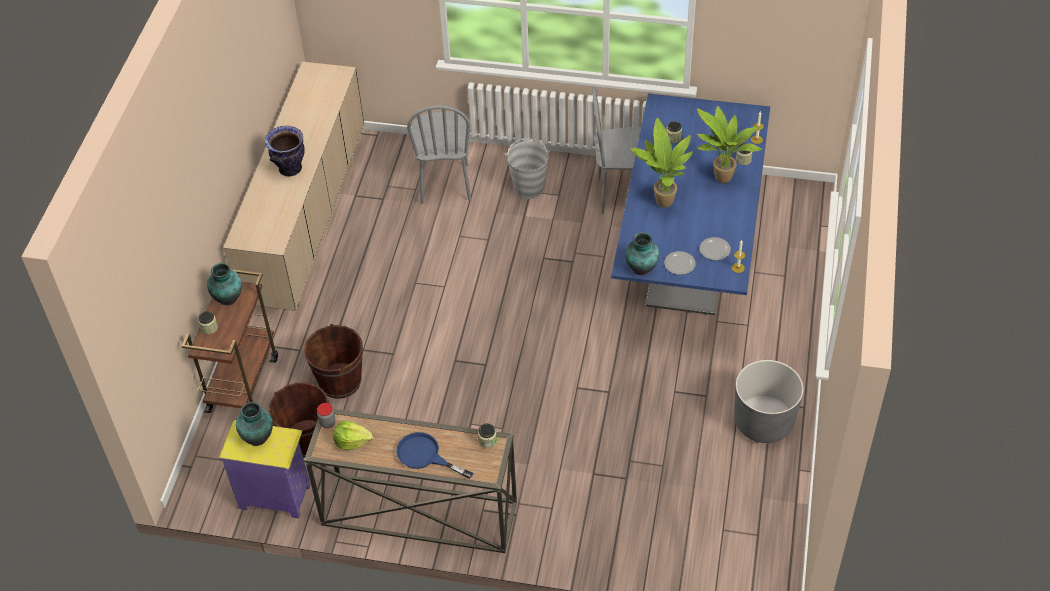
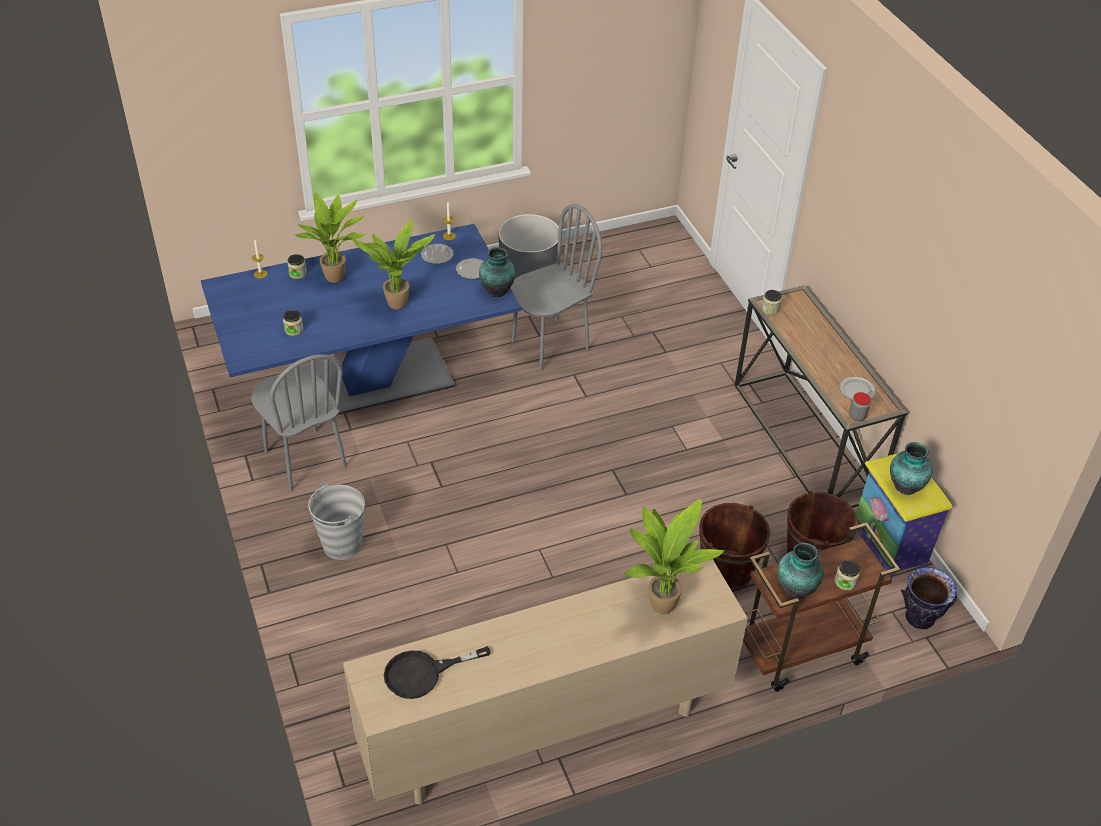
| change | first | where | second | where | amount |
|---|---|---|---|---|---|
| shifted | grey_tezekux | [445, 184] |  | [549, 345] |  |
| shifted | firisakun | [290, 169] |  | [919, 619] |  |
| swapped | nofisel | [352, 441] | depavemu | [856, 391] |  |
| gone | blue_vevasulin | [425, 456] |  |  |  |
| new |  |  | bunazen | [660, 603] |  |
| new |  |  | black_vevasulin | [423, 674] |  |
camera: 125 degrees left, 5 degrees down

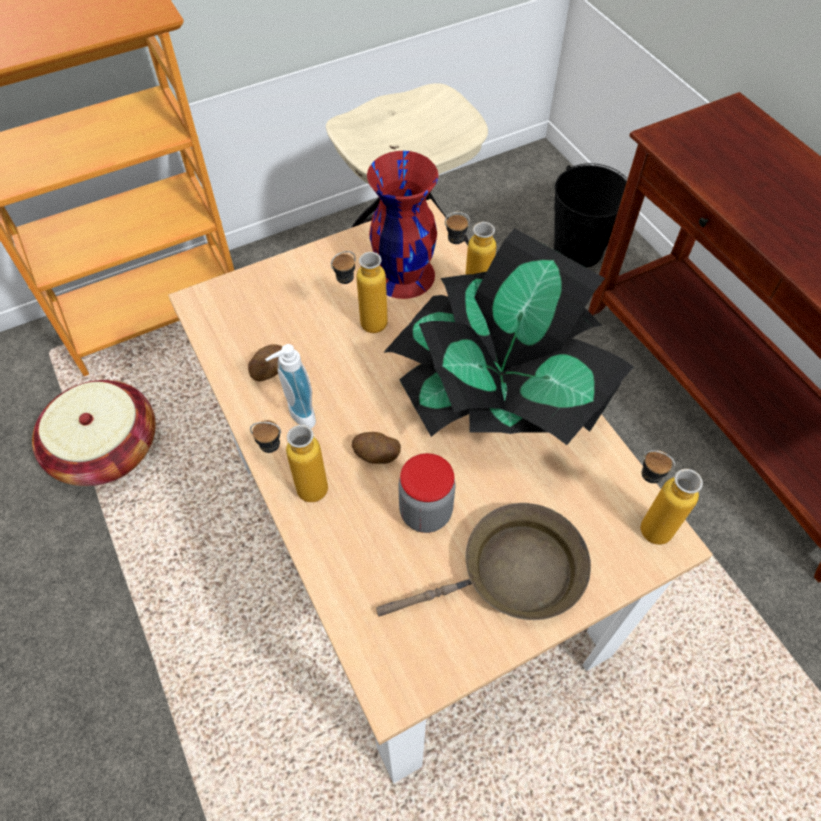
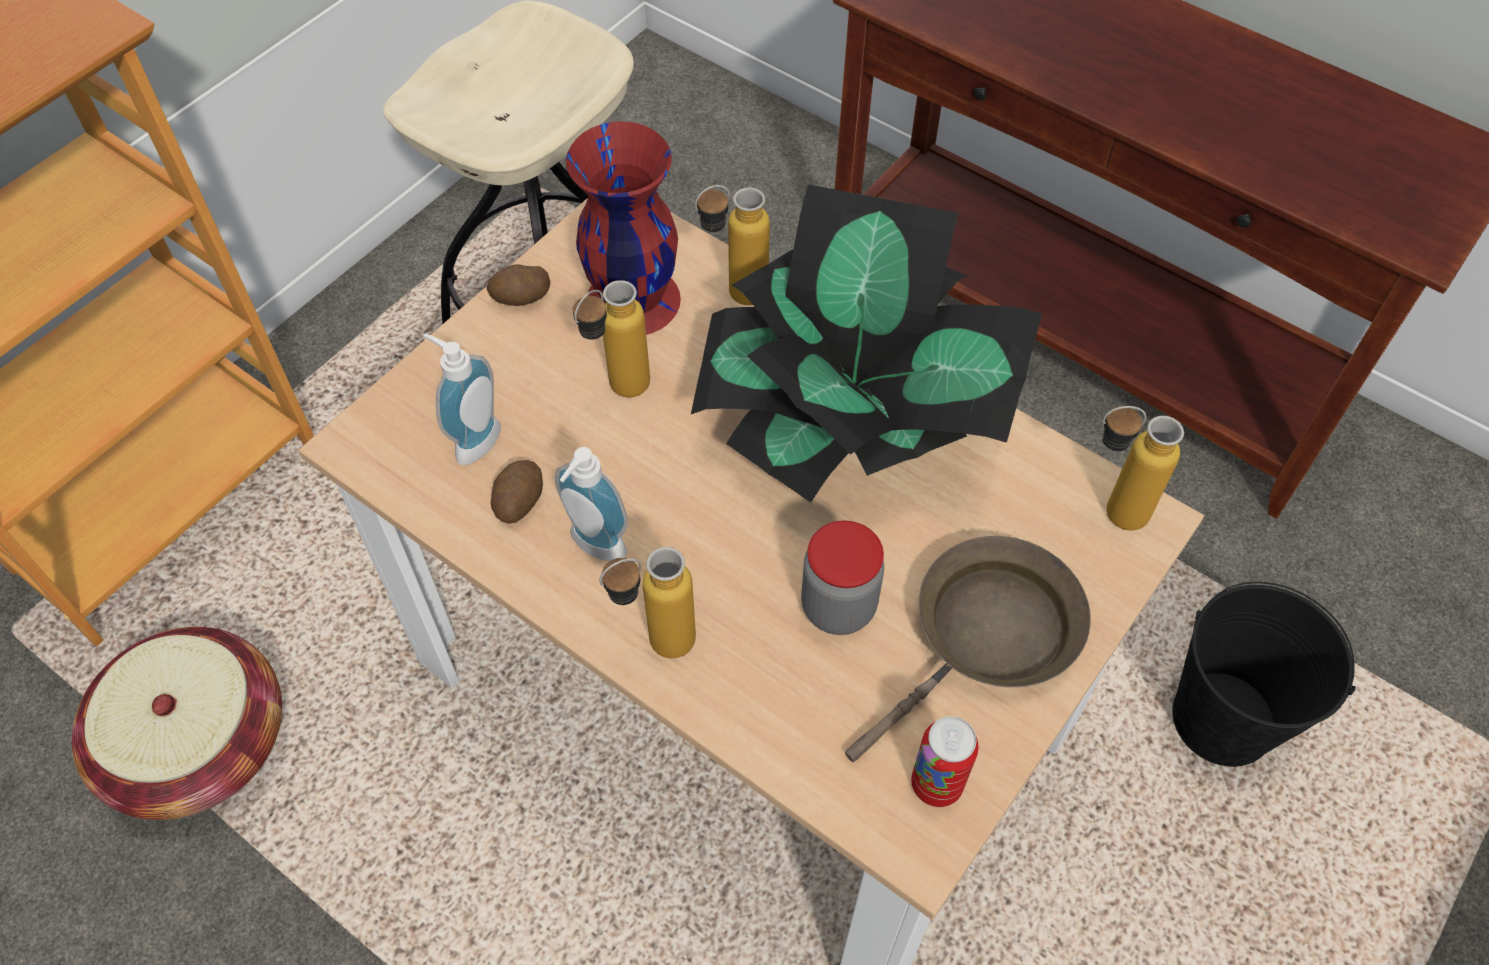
| change | first | where | second | where | amount |
|---|---|---|---|---|---|
| shifted | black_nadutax | [577, 250] |  | [1221, 721] |  |
| shifted | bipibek | [376, 455] |  | [521, 298] |  |
| new |  |  | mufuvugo | [472, 439] |  |
| new |  |  | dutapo | [936, 784] |  |
camera: 25 degrees left, 0 degrees up

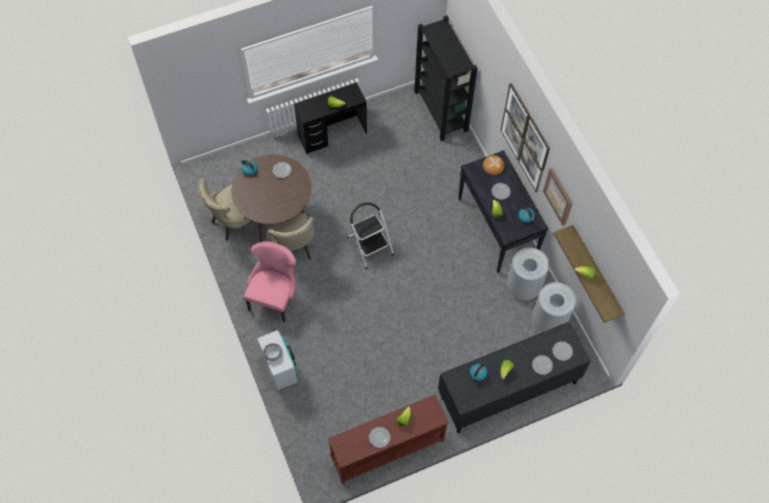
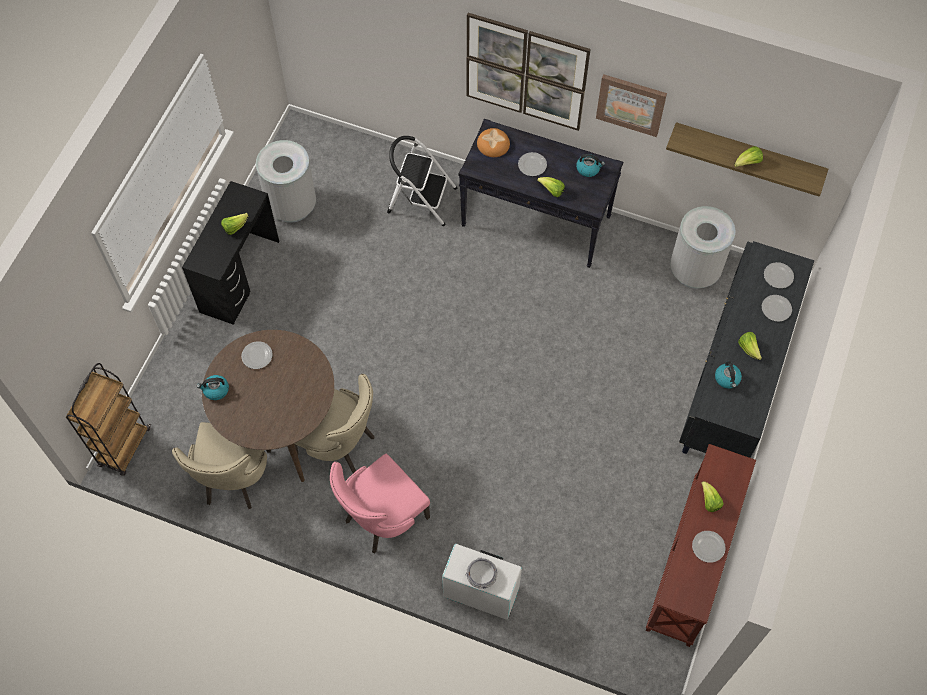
| change | first | where | second | where | amount |
|---|---|---|---|---|---|
| gone | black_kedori | [441, 111] |  |  |  |
| shifted | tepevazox | [369, 244] |  | [420, 199] |  |
| rotated | pink_tezekux | [274, 297] |  | [382, 518] | 105 degrees counterclockwise |
| shifted | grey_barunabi | [523, 286] |  | [291, 205] |  |
| new |  |  | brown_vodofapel | [124, 448] |  |
camera: 45 degrees left, 0 degrees up

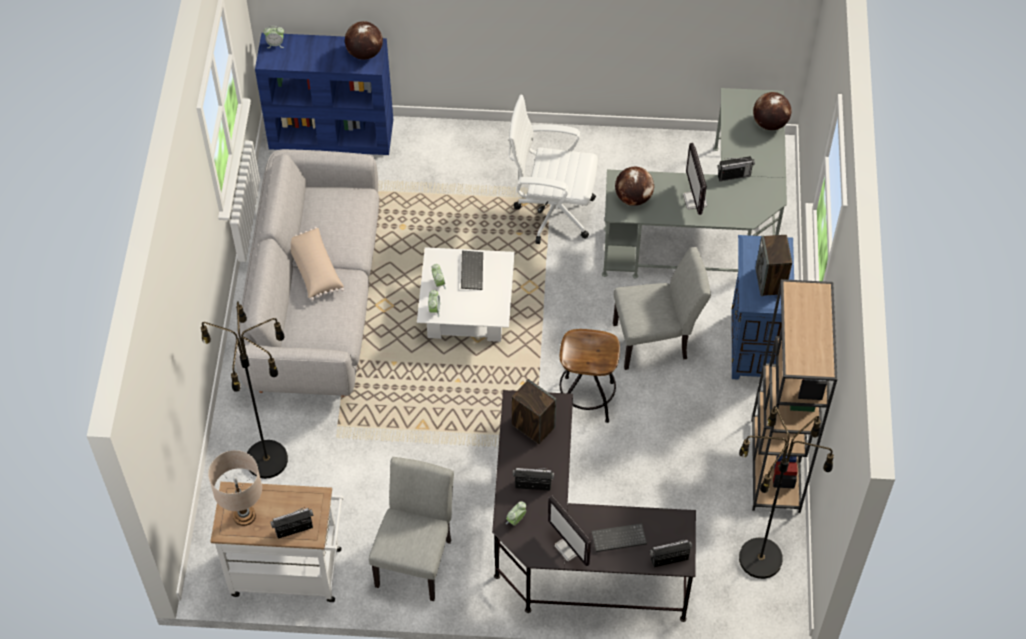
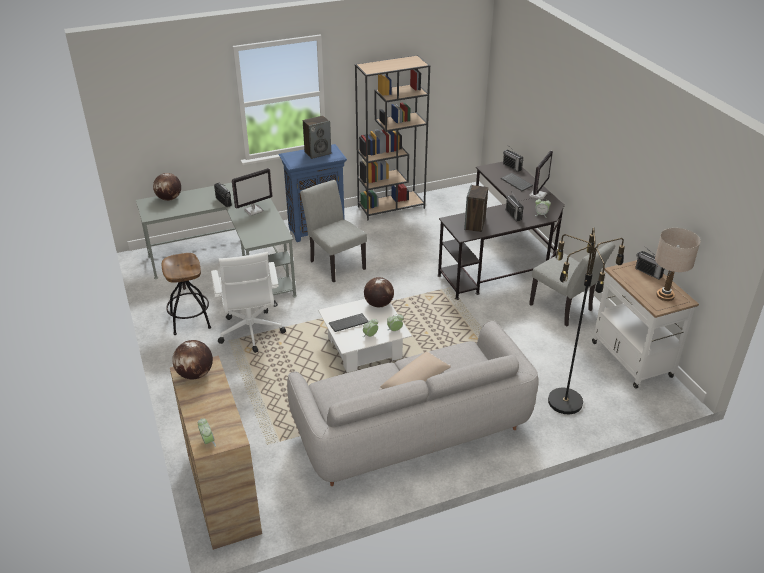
| change | first | where | second | where | amount |
|---|---|---|---|---|---|
| repainted | blue_kedori | [331, 133] | brown_kedori | [222, 493] |  |
| shifted | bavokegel | [633, 198] |  | [378, 304] |  |
| shifted | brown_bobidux | [587, 399] |  | [190, 320] |  |
| gone | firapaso | [760, 558] |  |  |  |
| rotated | grey_tezekux | [416, 557] |  | [564, 309] | 120 degrees counterclockwise |
camera: 115 degrees left, 20 degrees down

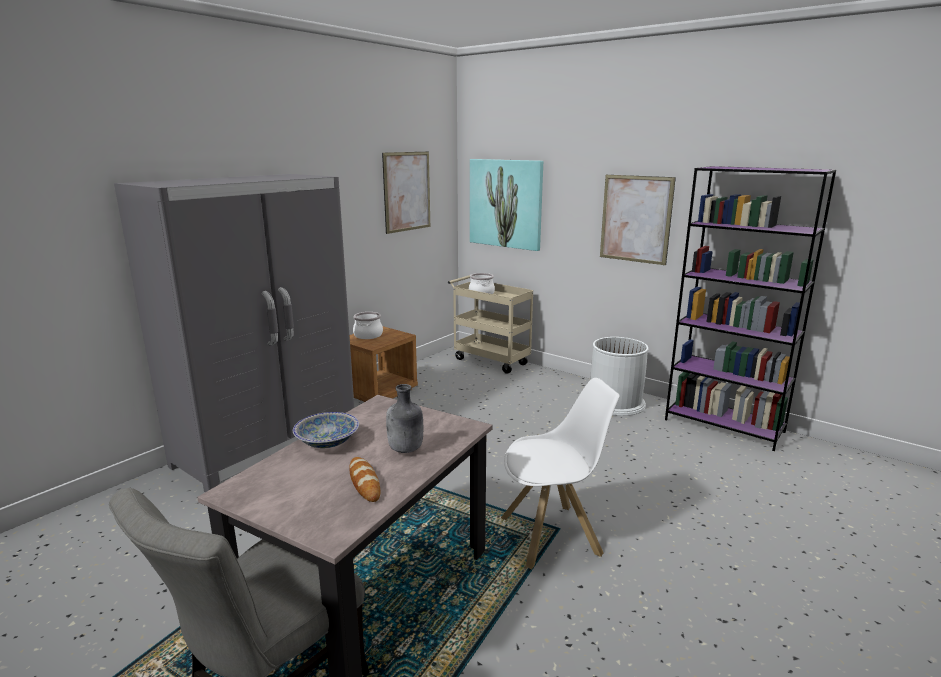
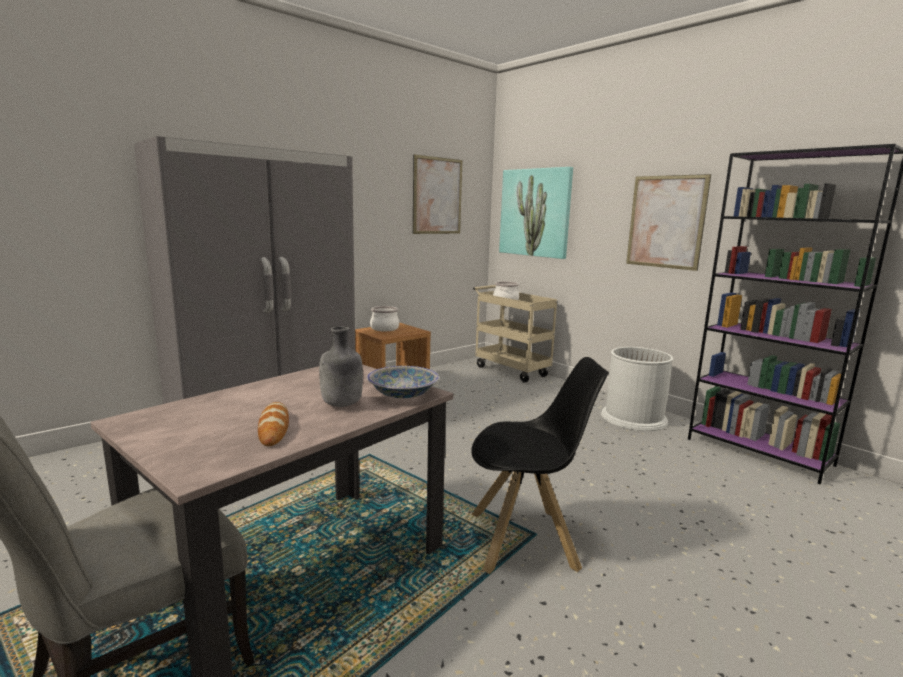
| change | first | where | second | where | amount |
|---|---|---|---|---|---|
| repainted | white_tezekux | [553, 535] | black_tezekux | [526, 540] |  |
| shifted | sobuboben | [327, 442] |  | [403, 394] |  |
camera: 10 degrees right, 5 degrees down

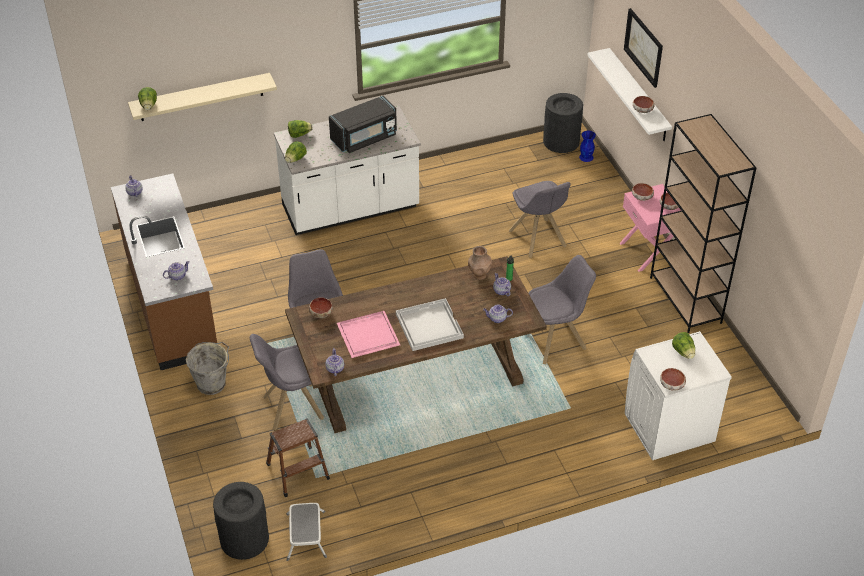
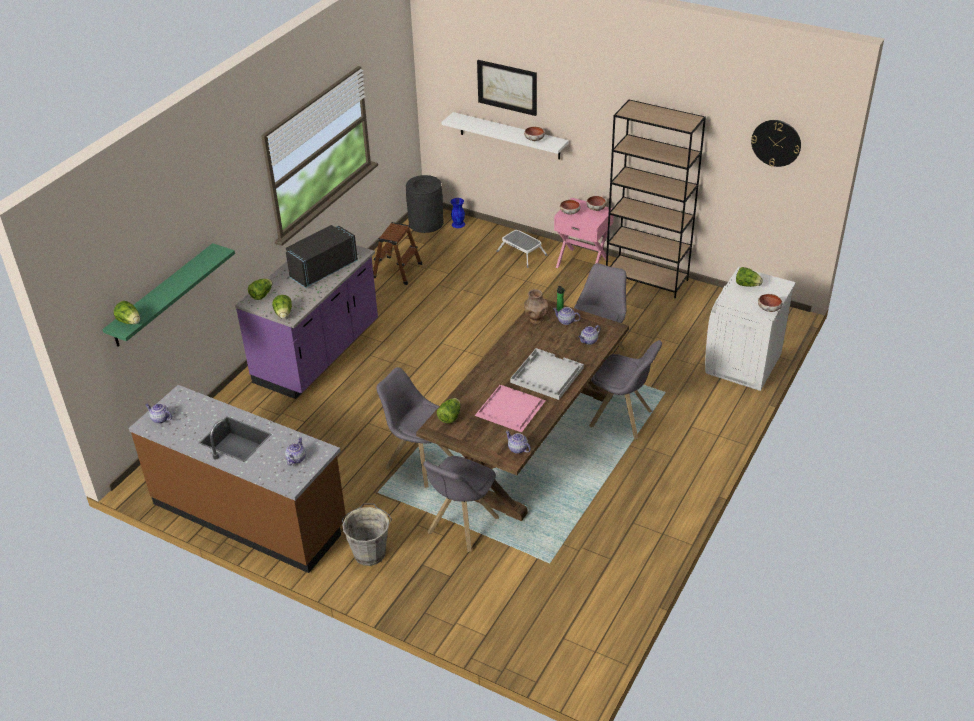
| change | first | where | second | where | amount |
|---|---|---|---|---|---|
| repainted | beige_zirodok | [201, 97] | green_zirodok | [162, 295] |  |
| rotated | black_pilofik | [364, 138] |  | [323, 270] | 150 degrees counterclockwise |
| repainted | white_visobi | [350, 208] | purple_visobi | [318, 354] |  |
| shifted | grey_tezekux | [538, 238] |  | [621, 418] |  |
| swapped | sobuboben | [320, 313] | nofisel | [450, 417] |  |
| shifted | brown_tepevazox | [298, 470] |  | [397, 270] |  |
| gone | black_barunabi | [244, 539] |  |  |  |
| shifted | grey_tepevazox | [305, 535] |  | [521, 253] |  |
| new |  |  | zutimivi | [776, 143] |  |
camera: 40 degrees left, 5 degrees down

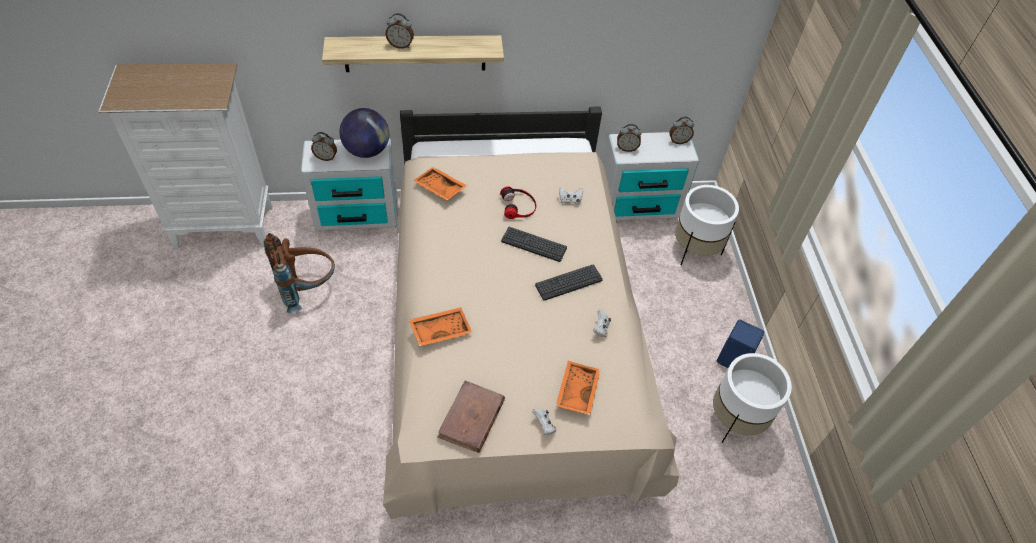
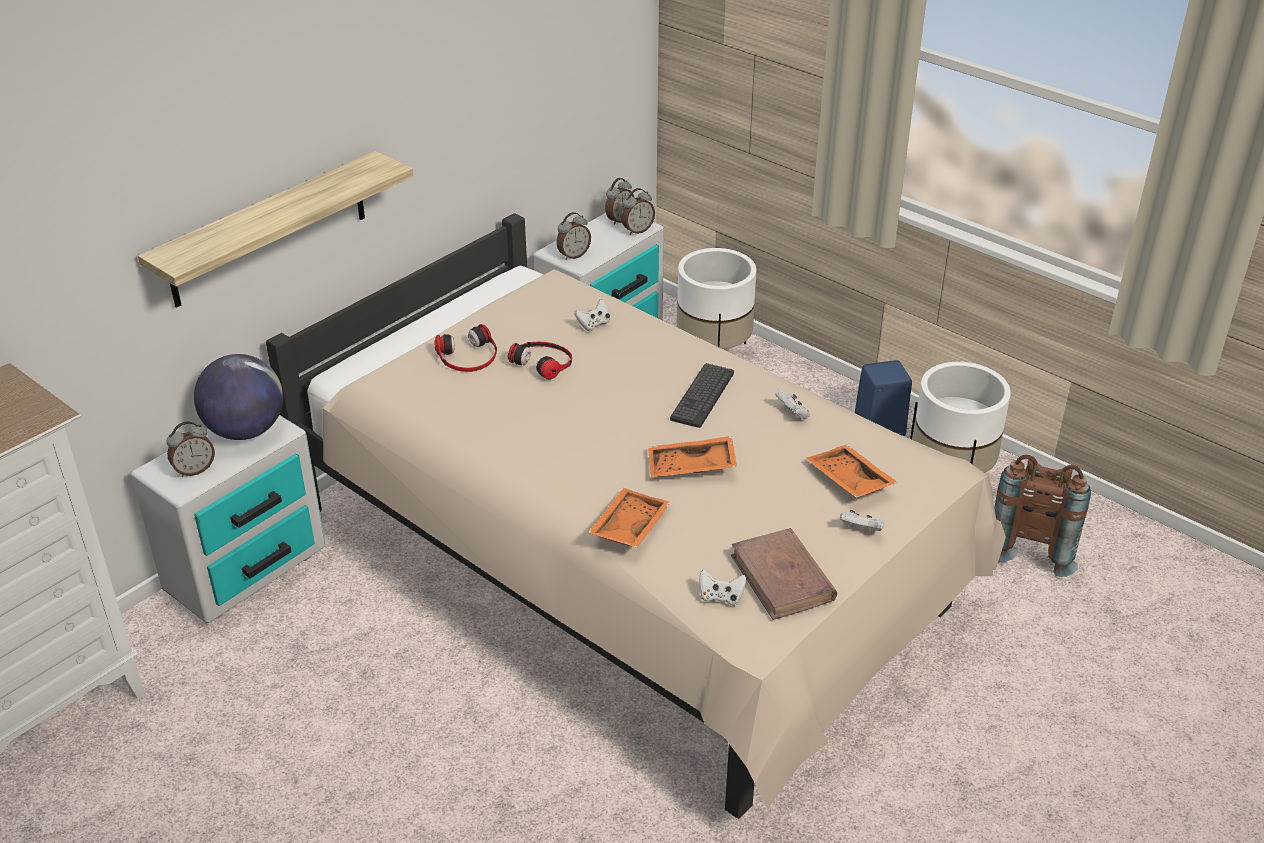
| change | first | where | second | where | amount |
|---|---|---|---|---|---|
| shifted | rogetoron | [400, 45] |  | [637, 230] |  |
| shifted | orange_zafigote | [439, 188] |  | [691, 468] |  |
| gone | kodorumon | [534, 244] |  |  |  |
| shifted | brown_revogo | [307, 289] |  | [1032, 544] |  |
| new |  |  | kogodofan | [468, 356] |  |
| new |  |  | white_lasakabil | [721, 597] |  |
camera: 40 degrees left, 15 degrees down

